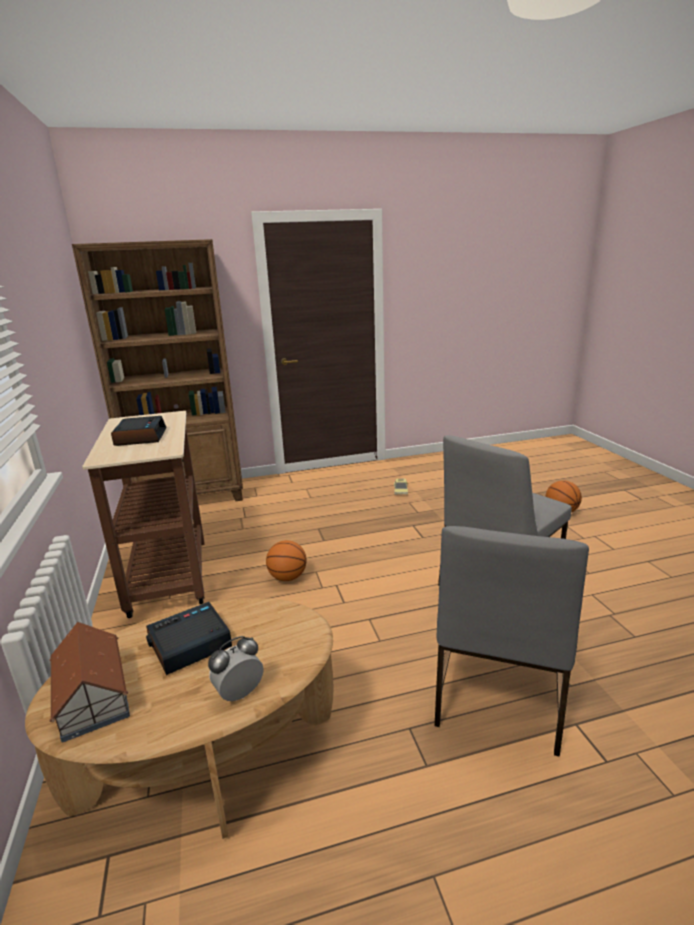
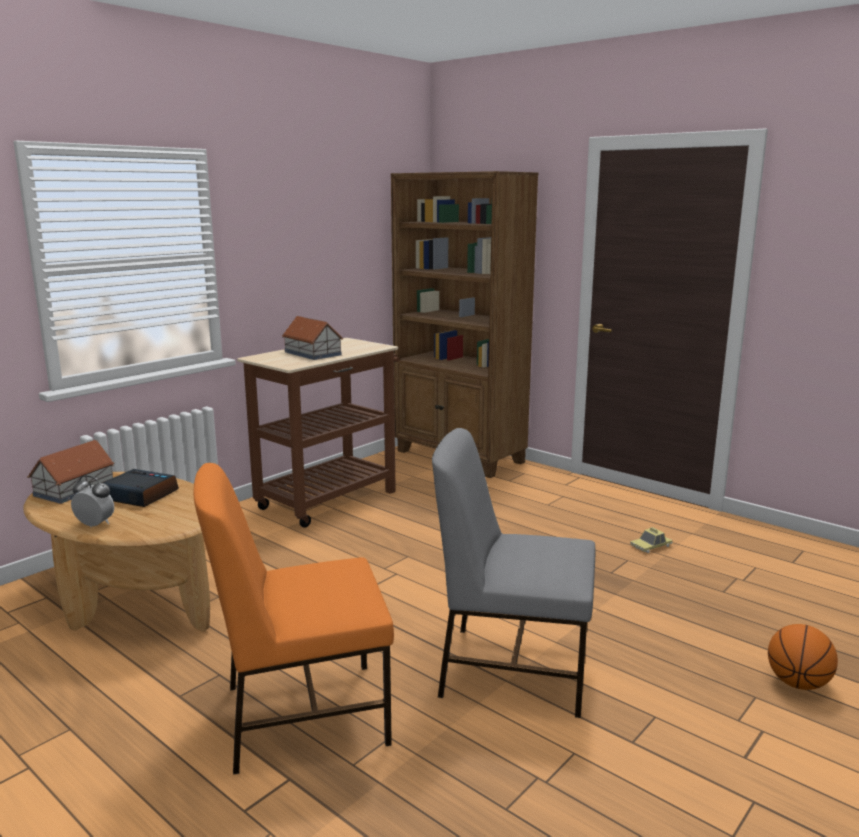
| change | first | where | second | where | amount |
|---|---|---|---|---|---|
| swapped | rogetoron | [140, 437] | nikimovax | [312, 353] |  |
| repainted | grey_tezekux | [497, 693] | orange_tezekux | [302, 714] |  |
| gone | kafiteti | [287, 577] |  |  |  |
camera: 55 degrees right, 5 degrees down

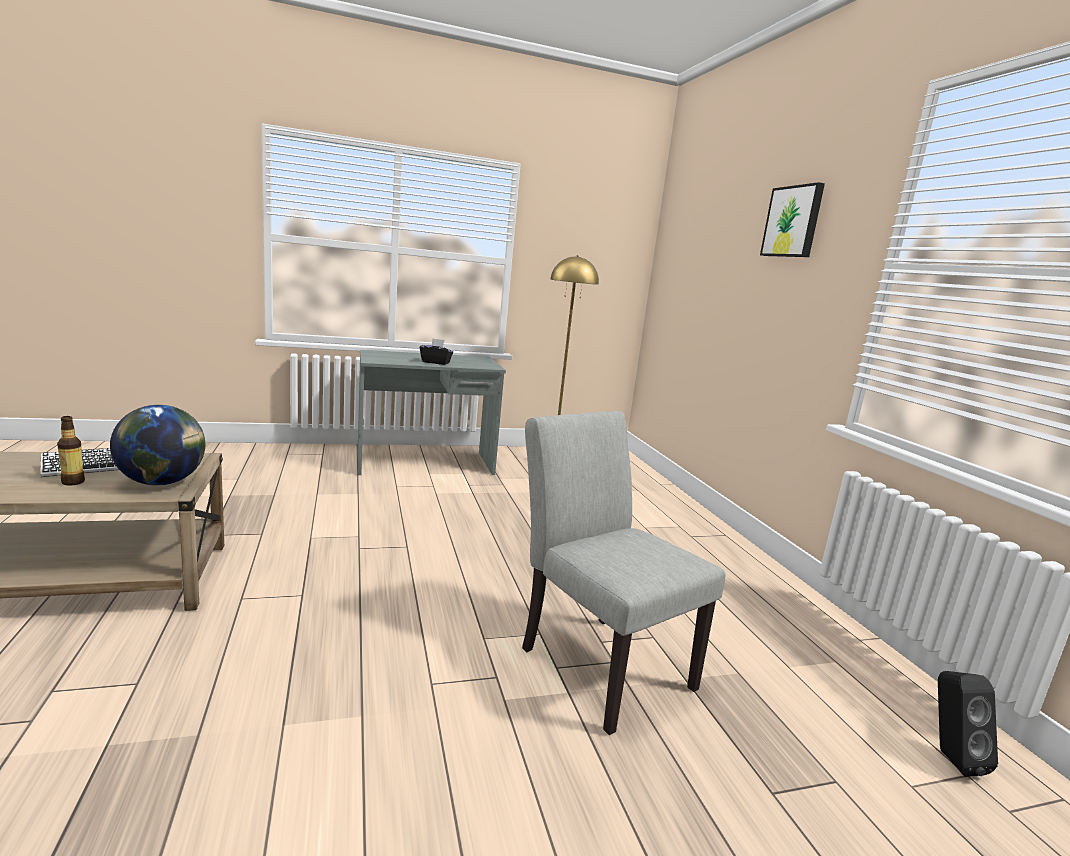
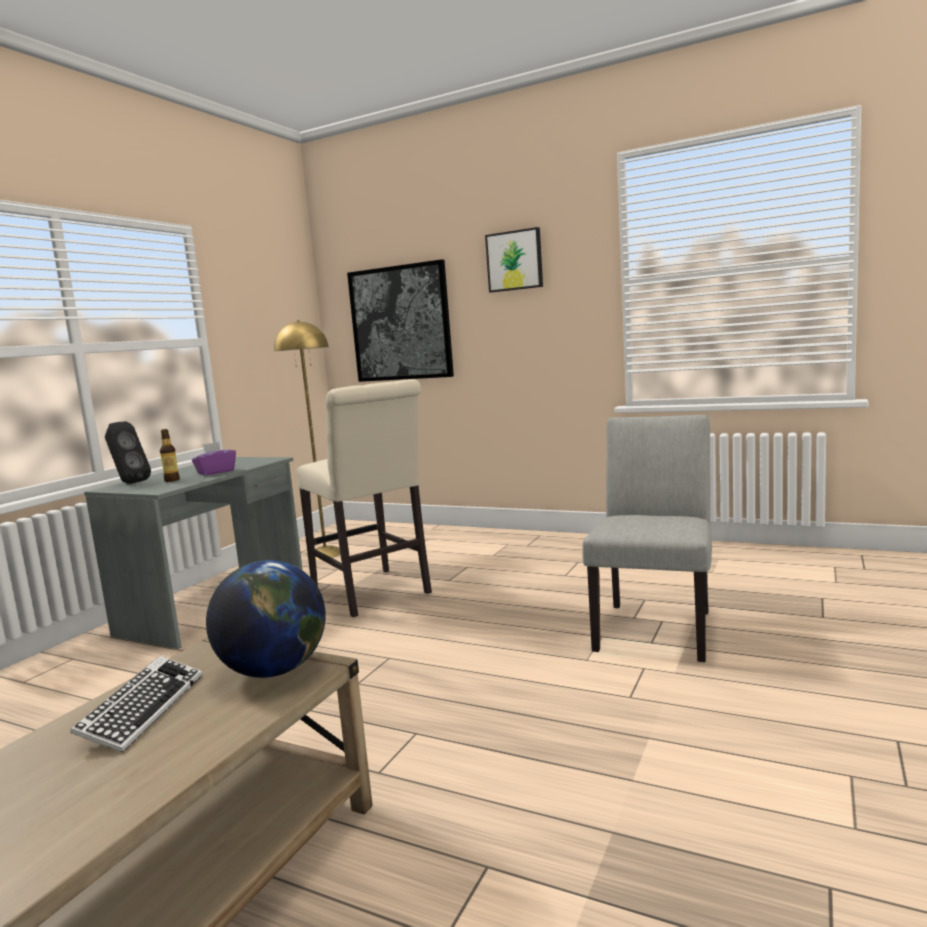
| change | first | where | second | where | amount |
|---|---|---|---|---|---|
| repainted | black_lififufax | [436, 362] | purple_lififufax | [216, 472] |  |
| rotated | grey_tezekux | [597, 660] |  | [656, 626] | 105 degrees clockwise |
| shifted | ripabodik | [73, 482] |  | [172, 480] |  |
| shifted | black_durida | [949, 757] |  | [129, 483] |  |
| new |  |  | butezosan | [400, 323] |  |
| new |  |  | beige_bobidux | [373, 594] |  |
camera: 45 degrees left, 5 degrees down

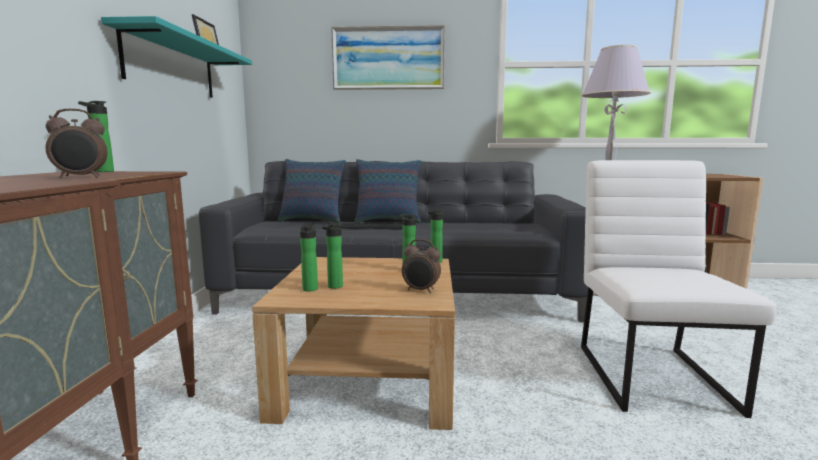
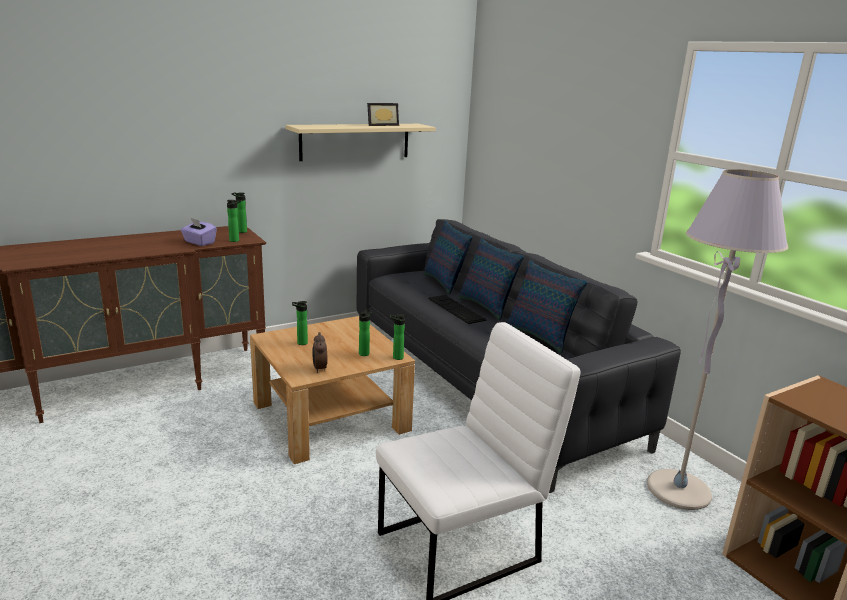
| change | first | where | second | where | amount |
|---|---|---|---|---|---|
| repainted | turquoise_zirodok | [171, 66] | beige_zirodok | [355, 141] |  |
| gone | butezosan | [388, 58] |  |  |  |
| swapped | rogetoron | [81, 177] | purple_lififufax | [199, 242] |  |
| shifted | ripabodik | [310, 288] |  | [235, 240] |  |
| new |  |  | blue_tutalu | [539, 338] |  |
camera: 55 degrees right, 10 degrees up

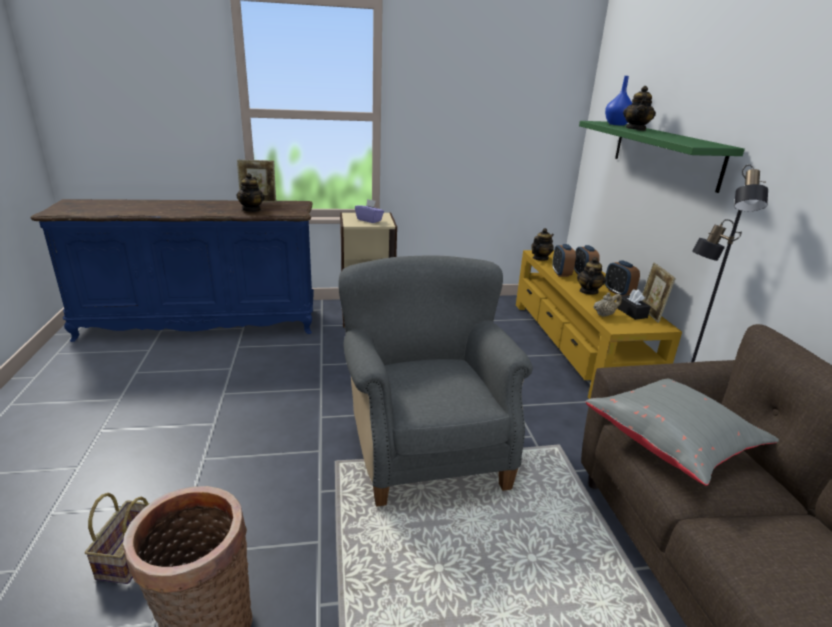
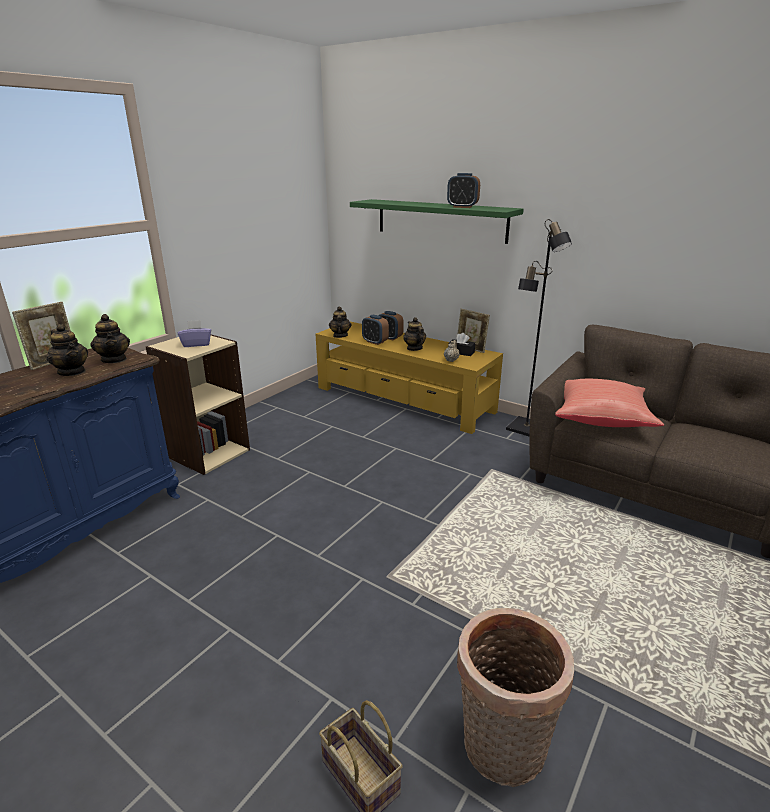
| change | first | where | second | where | amount |
|---|---|---|---|---|---|
| gone | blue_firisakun | [617, 124] |  |  |  |
| shifted | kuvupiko | [636, 129] |  | [114, 359] |  |
| gone | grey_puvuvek | [426, 445] |  |  |  |
| shifted | rogetoron | [618, 292] |  | [462, 207] |  |
| repainted | grey_tutalu | [672, 443] | red_tutalu | [600, 418] |  |
camera: 45 degrees left, 0 degrees up

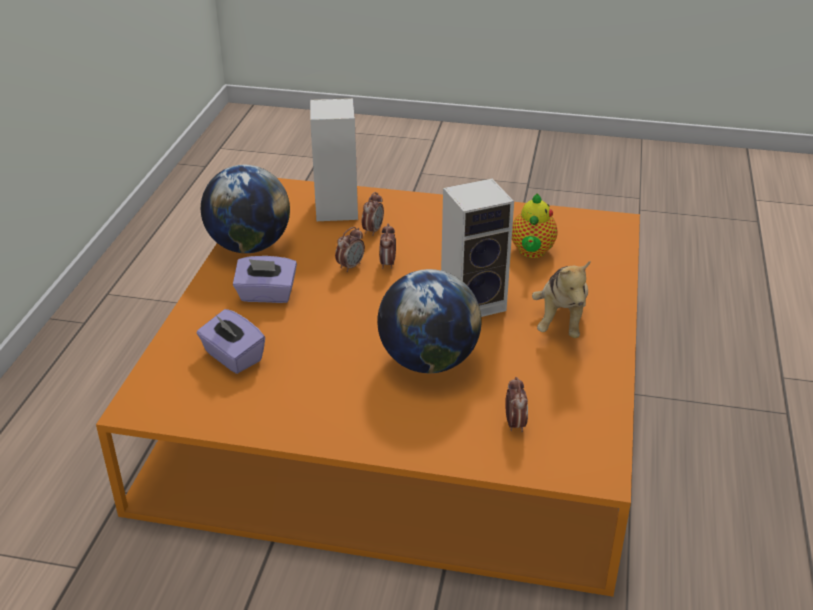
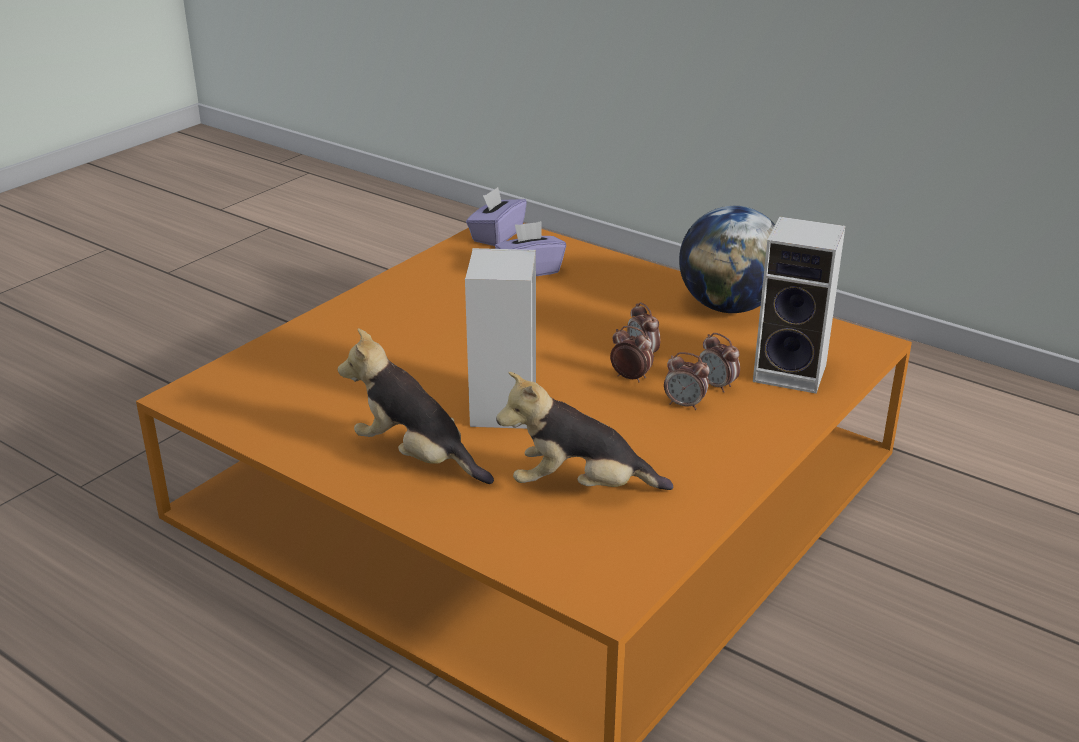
| change | first | where | second | where | amount |
|---|---|---|---|---|---|
| swapped | kuvupiko | [531, 252] | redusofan | [580, 487] |  |
| shifted | purple_lififufax | [266, 295] |  | [496, 236] |  |
| gone | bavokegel | [428, 361] |  |  |  |
| shifted | rogetoron | [514, 424] |  | [685, 404] |  |
camera: 115 degrees right, 5 degrees down

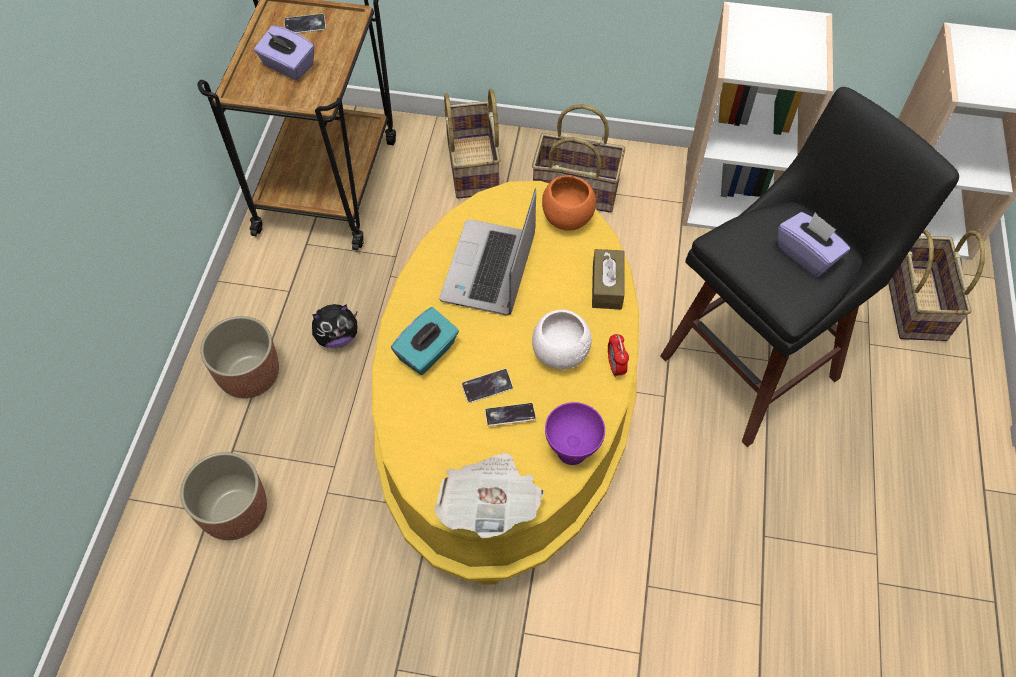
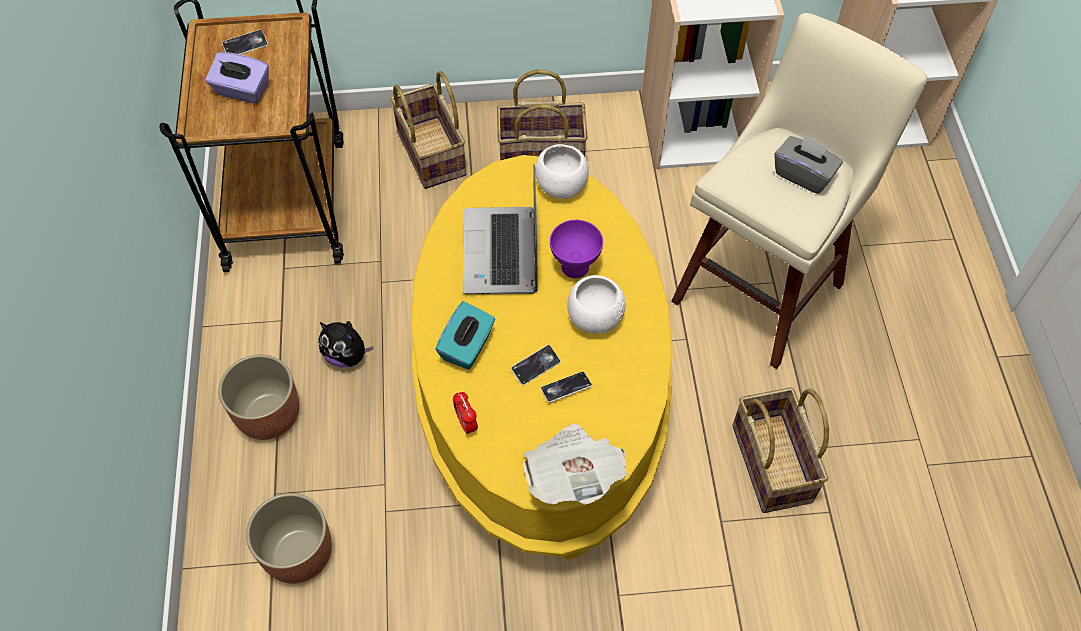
| change | first | where | second | where | amount |
|---|---|---|---|---|---|
| repainted | black_bobidux | [753, 366] | beige_bobidux | [761, 290] |  |
| repainted | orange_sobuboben | [567, 219] | white_sobuboben | [561, 187] |  |
| repainted | purple_lififufax | [807, 255] | grey_lififufax | [803, 175] |  |
| shifted | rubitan | [917, 304] |  | [773, 463] |  |
| gone | brown_lififufax | [607, 286] |  |  |  |
| rotated | redusofan | [337, 337] |  | [347, 355] | 60 degrees clockwise |
| shifted | rogetoron | [615, 366] |  | [466, 423] |  |
| shifted | purple_sobuboben | [572, 450] |  | [575, 266] |  |
camera: 15 degrees left, 0 degrees up

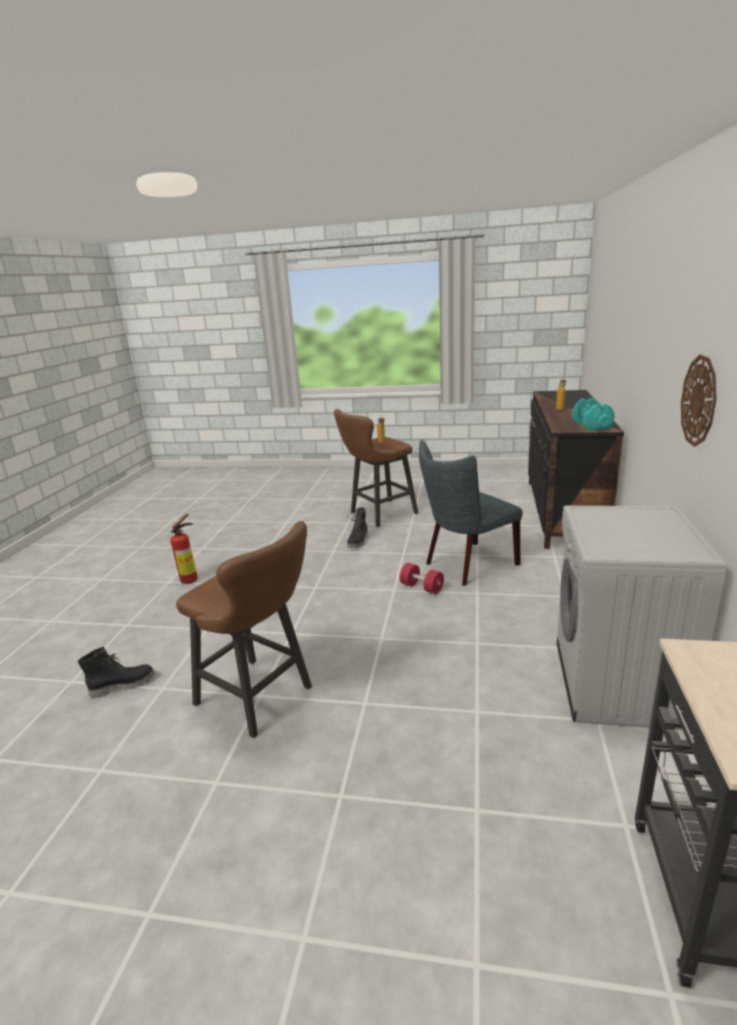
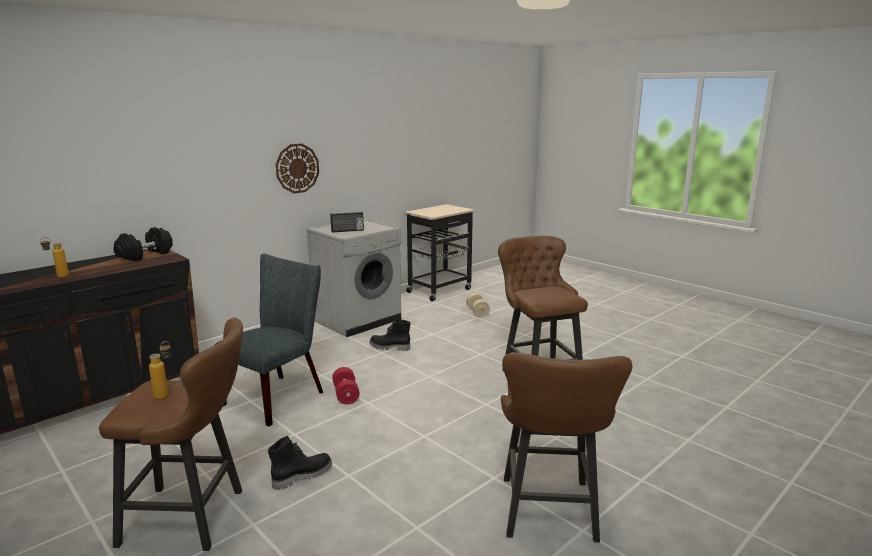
| change | first | where | second | where | amount |
|---|---|---|---|---|---|
| repainted | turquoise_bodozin | [591, 425] | black_bodozin | [145, 255] |  |
| rotated | grey_tezekux | [466, 565] |  | [279, 396] | 60 degrees counterclockwise |
| swapped | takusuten | [192, 579] | brown_bobidux | [549, 518] |  |
| shifted | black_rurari | [123, 685] |  | [389, 347] |  |
| new |  |  | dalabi | [347, 230] |  |
| new |  |  | beige_bodozin | [477, 312] |  |
camera: 145 degrees left, 5 degrees down

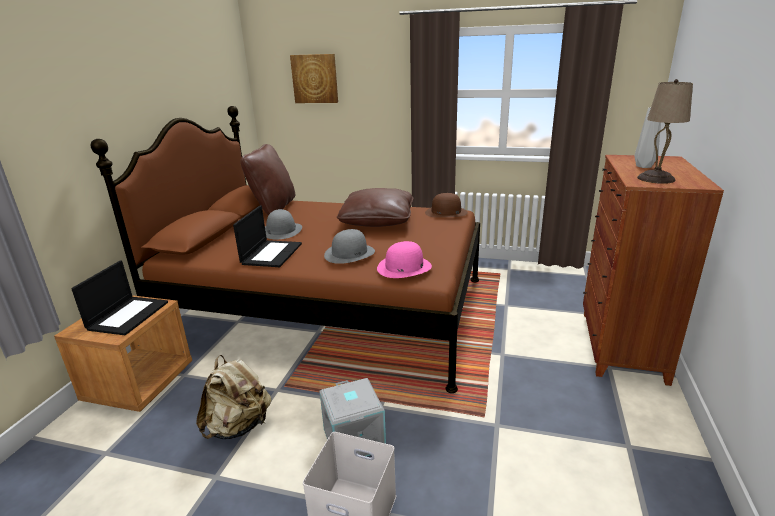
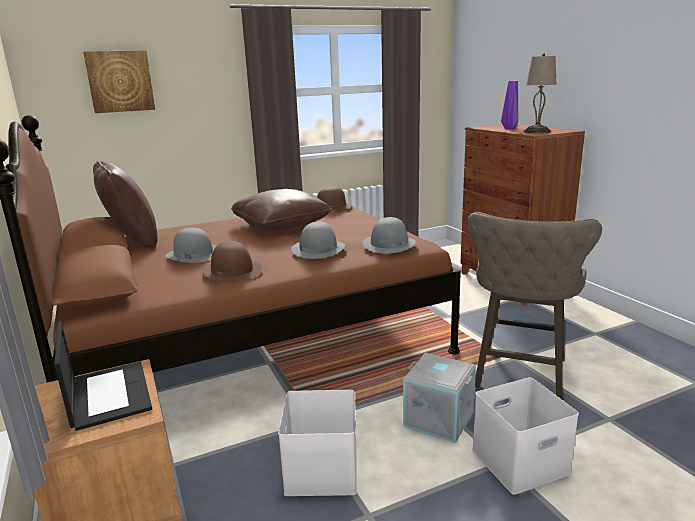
| change | first | where | second | where | amount |
|---|---|---|---|---|---|
| repainted | grey_firisakun | [644, 166] | purple_firisakun | [510, 128] |  |
| swapped | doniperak | [271, 253] | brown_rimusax | [232, 271] |  |
| repainted | pink_rimusax | [404, 267] | grey_rimusax | [389, 244] |  |
| swapped | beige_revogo | [238, 426] | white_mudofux | [320, 468] |  |
| new |  |  | beige_bobidux | [519, 375] |  |
camera: 40 degrees left, 5 degrees down

